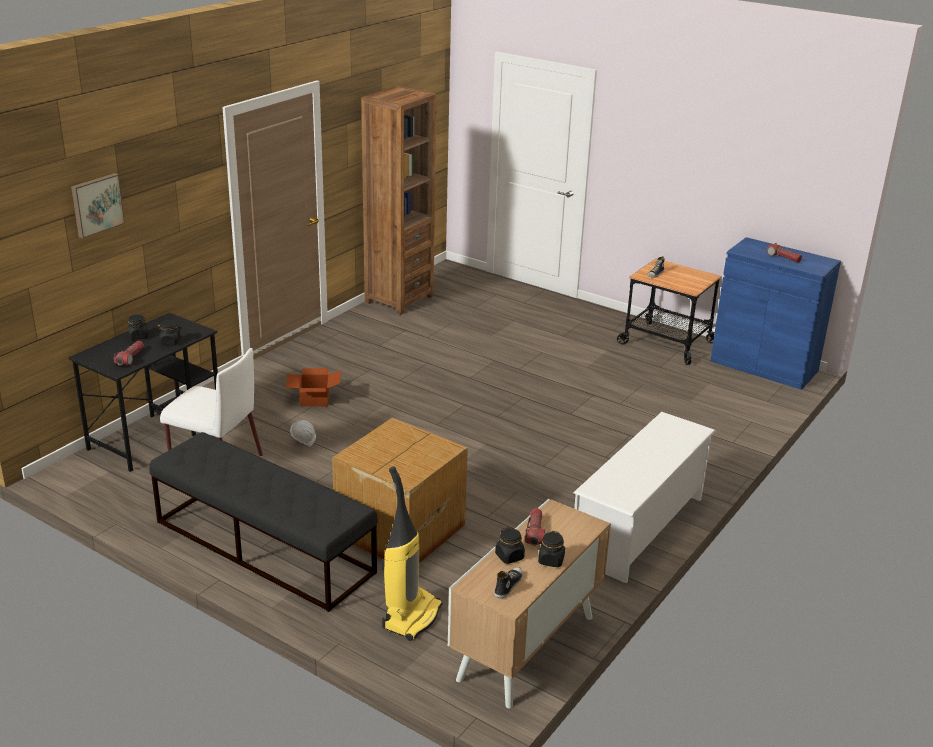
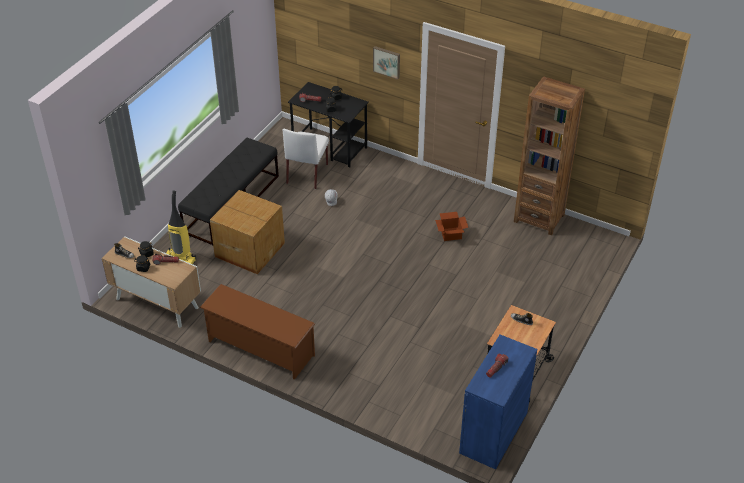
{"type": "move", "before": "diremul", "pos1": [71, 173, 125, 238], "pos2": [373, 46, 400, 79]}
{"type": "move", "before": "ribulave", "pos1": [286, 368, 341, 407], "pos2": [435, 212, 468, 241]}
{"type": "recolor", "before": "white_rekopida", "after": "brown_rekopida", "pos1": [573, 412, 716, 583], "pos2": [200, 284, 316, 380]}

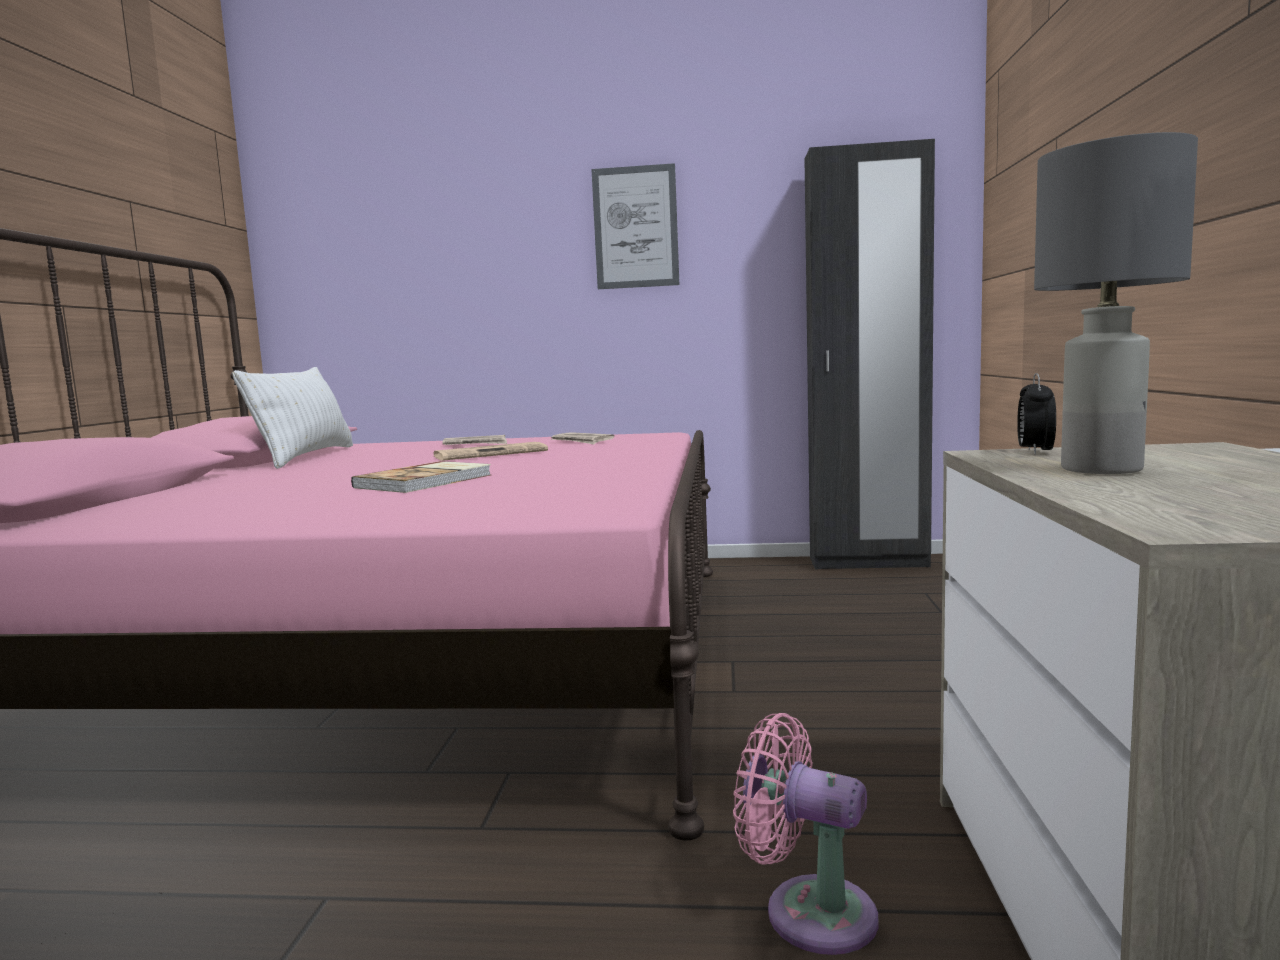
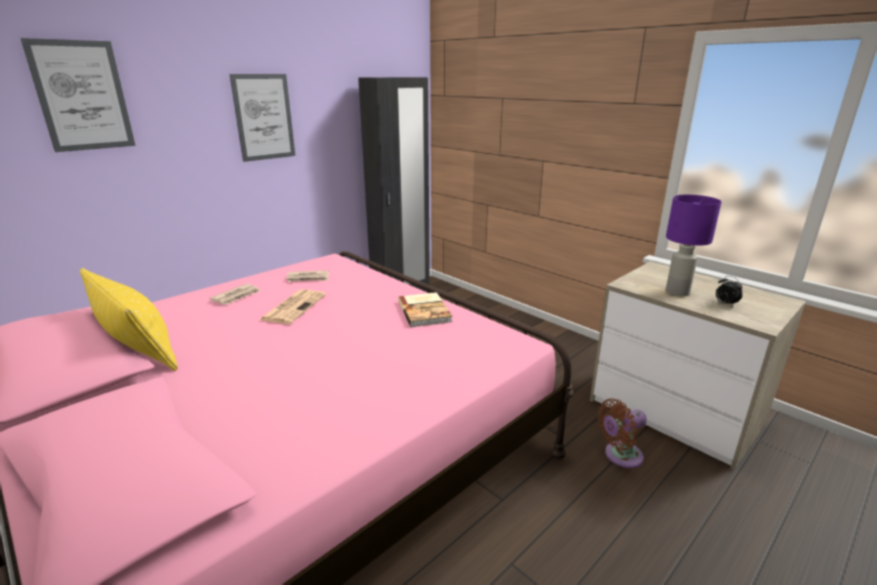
{"type": "recolor", "before": "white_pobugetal", "after": "yellow_pobugetal", "pos1": [233, 367, 353, 469], "pos2": [80, 268, 178, 371]}
{"type": "move", "before": "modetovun", "pos1": [351, 461, 491, 493], "pos2": [398, 292, 453, 327]}
{"type": "recolor", "before": "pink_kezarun", "after": "brown_kezarun", "pos1": [733, 713, 878, 955], "pos2": [598, 399, 647, 468]}
{"type": "move", "before": "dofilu", "pos1": [1017, 373, 1056, 455], "pos2": [716, 276, 743, 307]}
{"type": "recolor", "before": "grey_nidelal", "after": "purple_nidelal", "pos1": [1034, 132, 1198, 474], "pos2": [666, 195, 722, 296]}
{"type": "insert", "after": "diremul", "pos2": [20, 38, 135, 152]}

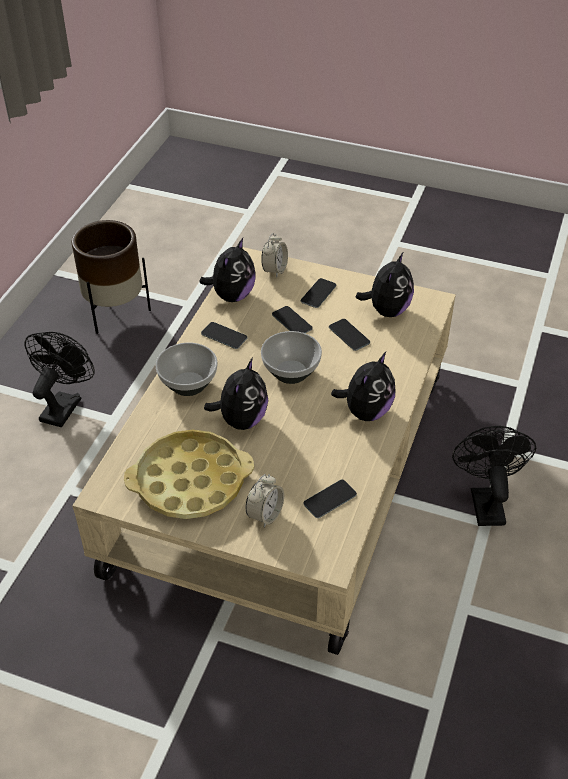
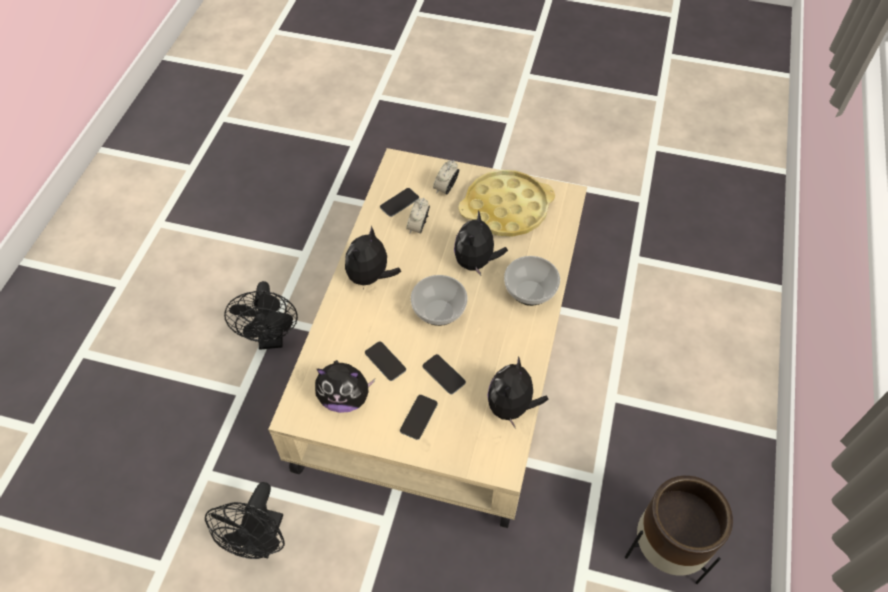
{"type": "move", "before": "black_kezarun", "pos1": [24, 332, 95, 427], "pos2": [205, 482, 285, 559]}
{"type": "delete", "before": "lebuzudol", "pos1": [201, 322, 247, 349]}
{"type": "move", "before": "dofilu", "pos1": [261, 233, 288, 278], "pos2": [406, 198, 430, 234]}
{"type": "rotate", "before": "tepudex", "pos1": [355, 251, 414, 317], "pos2": [315, 360, 375, 413], "turn": -105}

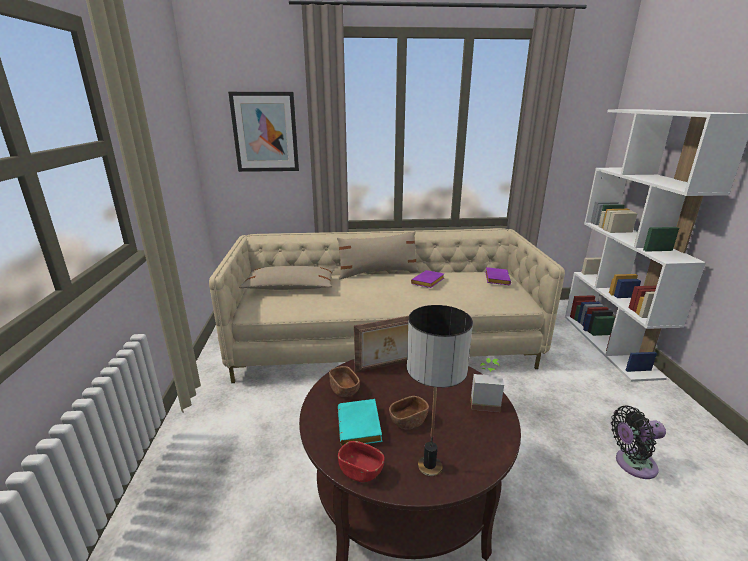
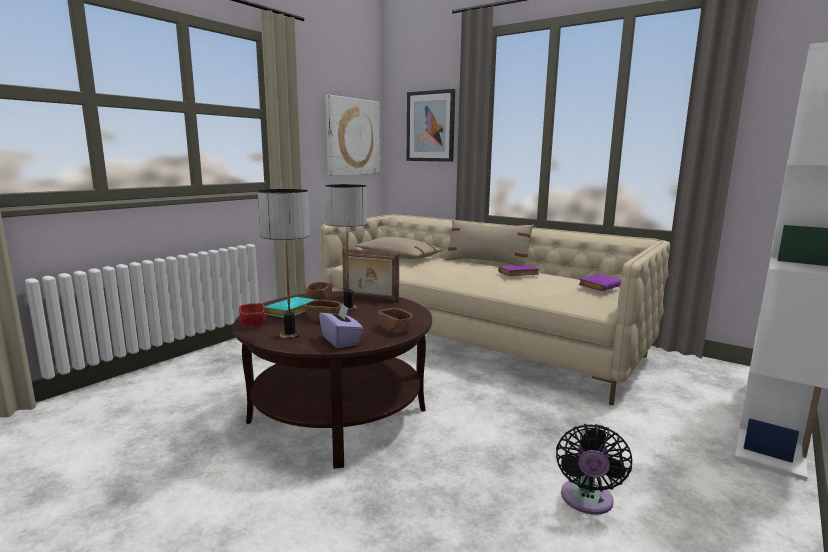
{"type": "replace", "before": "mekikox", "after": "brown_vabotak", "pos1": [471, 358, 504, 412], "pos2": [378, 308, 413, 333]}
{"type": "rotate", "before": "black_kezarun", "pos1": [611, 406, 666, 479], "pos2": [556, 424, 632, 515], "turn": -105}
{"type": "insert", "after": "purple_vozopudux", "pos2": [319, 304, 363, 348]}
{"type": "insert", "after": "diremul", "pos2": [325, 95, 380, 176]}
{"type": "insert", "after": "nidelal", "pos2": [325, 184, 367, 312]}

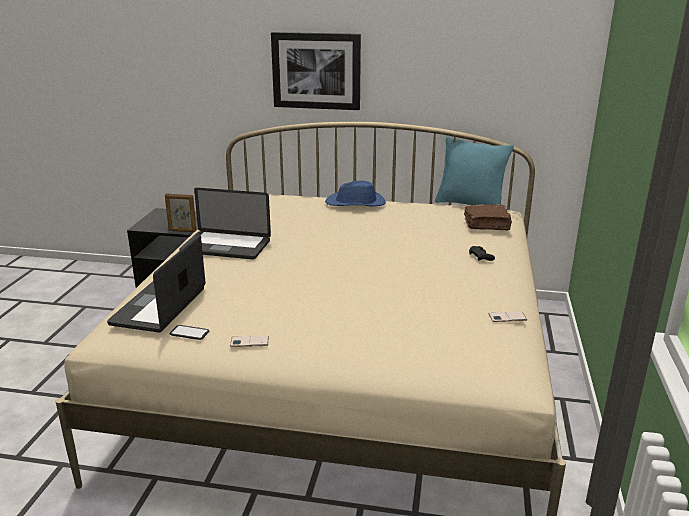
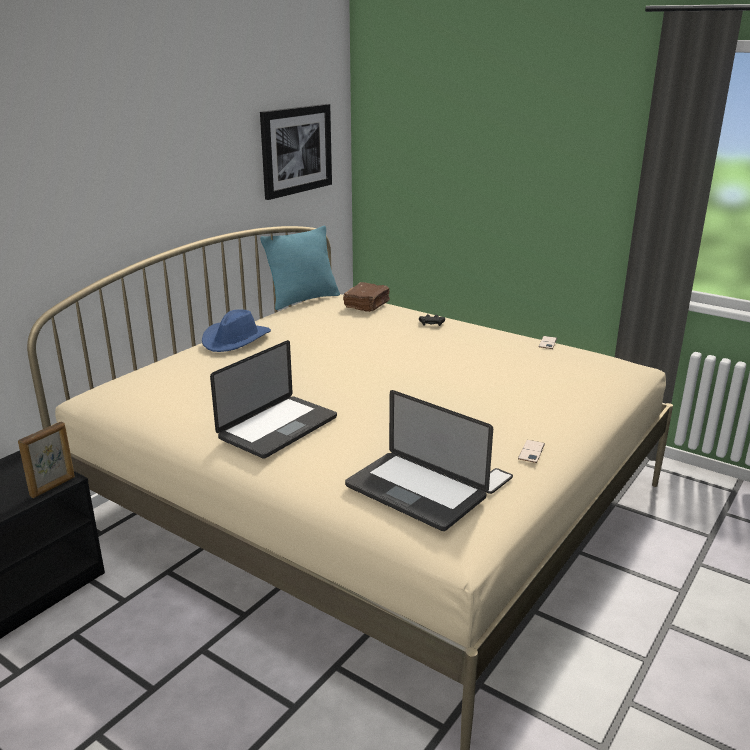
{"type": "move", "before": "diremul", "pos1": [271, 32, 361, 110], "pos2": [260, 104, 332, 200]}

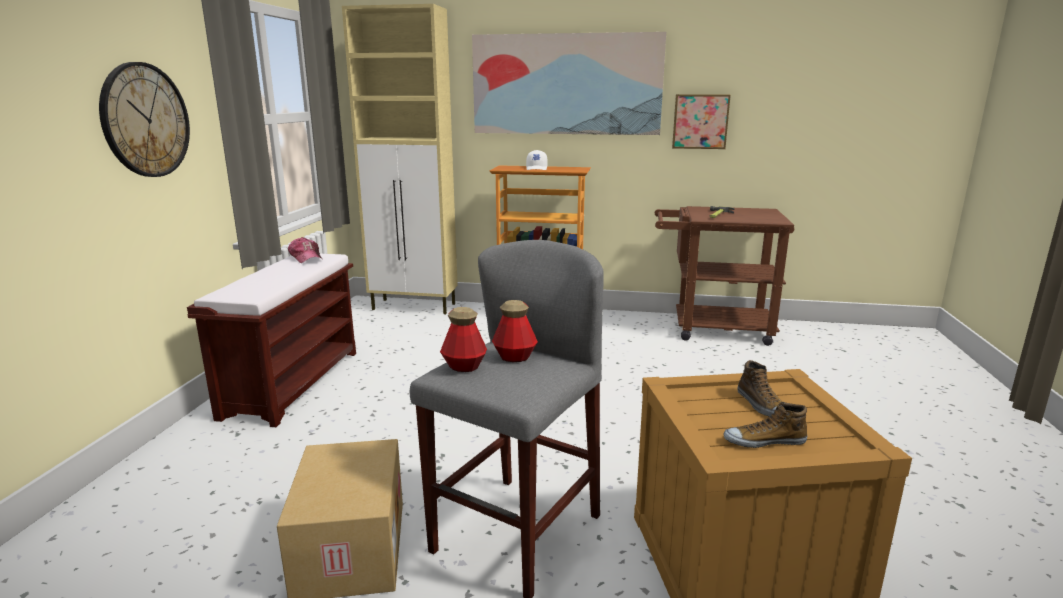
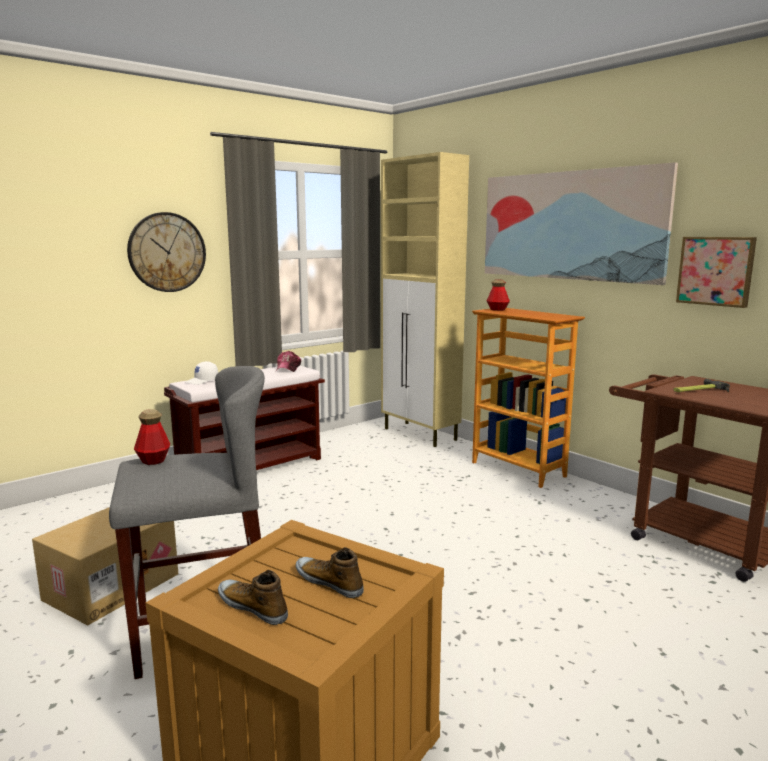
{"type": "move", "before": "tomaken", "pos1": [492, 300, 538, 362], "pos2": [487, 280, 510, 311]}
{"type": "move", "before": "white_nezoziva", "pos1": [526, 150, 548, 170], "pos2": [185, 361, 218, 385]}
{"type": "rotate", "before": "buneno", "pos1": [738, 360, 783, 417], "pos2": [296, 547, 364, 598], "turn": 105}

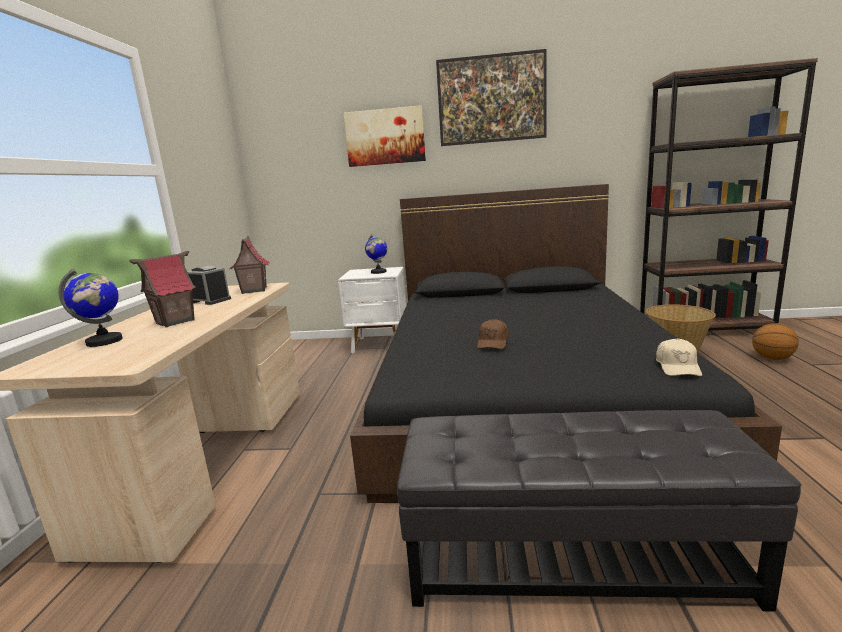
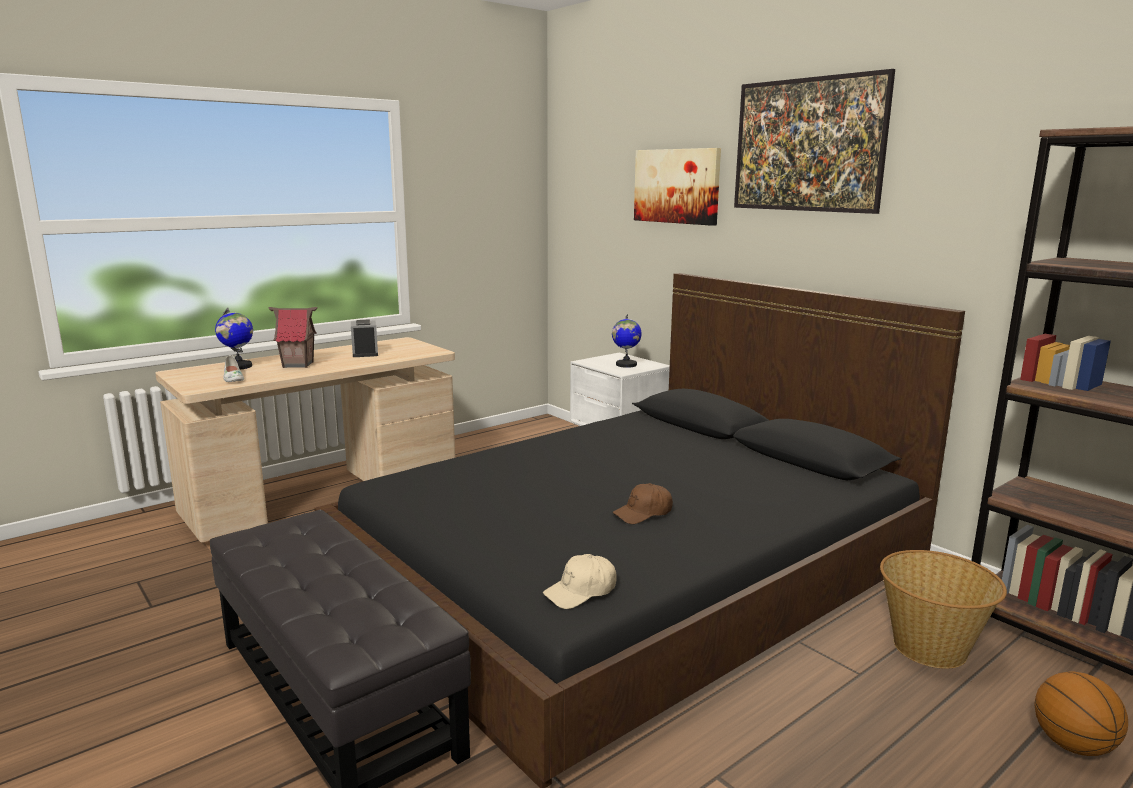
{"type": "delete", "before": "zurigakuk", "pos1": [230, 236, 269, 294]}
{"type": "move", "before": "brown_nezoziva", "pos1": [477, 319, 509, 349], "pos2": [612, 483, 673, 524]}
{"type": "insert", "after": "white_buneno", "pos2": [223, 355, 244, 382]}

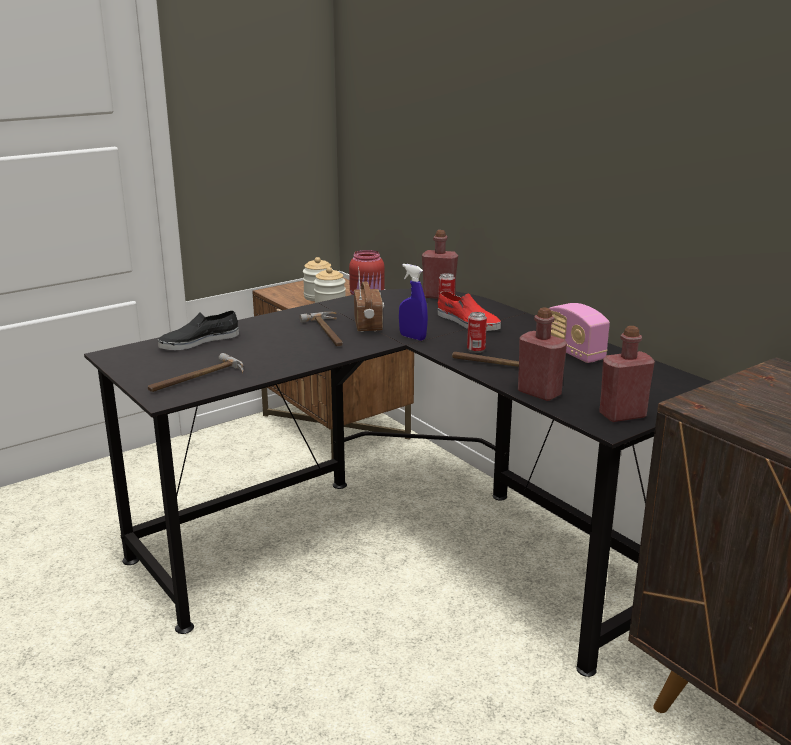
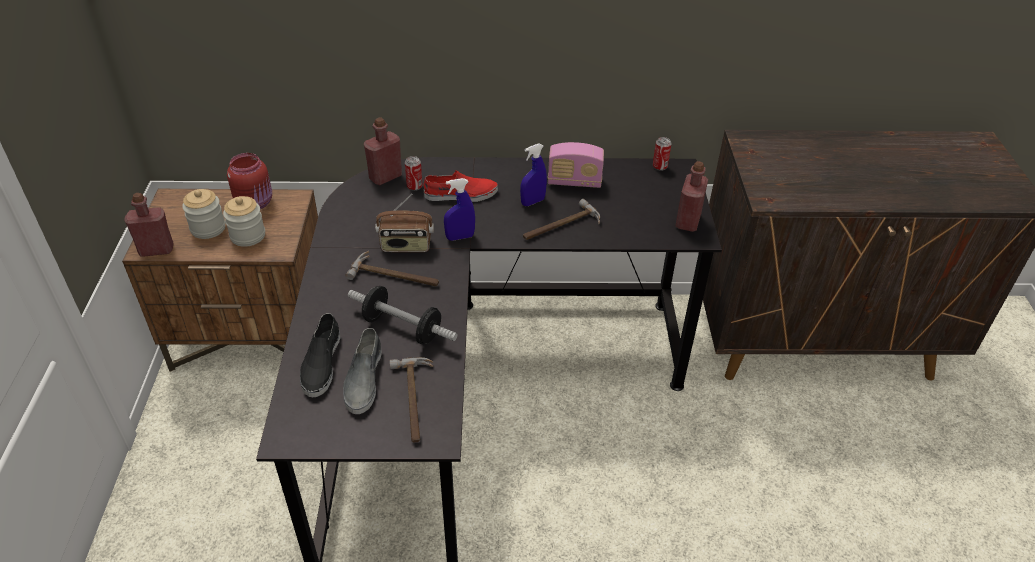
{"type": "rotate", "before": "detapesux", "pos1": [354, 267, 384, 332], "pos2": [375, 194, 434, 252], "turn": 150}
{"type": "move", "before": "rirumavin", "pos1": [467, 312, 487, 353], "pos2": [653, 137, 671, 171]}
{"type": "move", "before": "red_tomaken", "pos1": [518, 308, 567, 401], "pos2": [124, 193, 174, 257]}
{"type": "insert", "after": "grey_buneno", "pos2": [343, 328, 382, 414]}
{"type": "insert", "after": "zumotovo", "pos2": [348, 286, 458, 344]}
{"type": "insert", "after": "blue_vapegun", "pos2": [520, 143, 547, 206]}

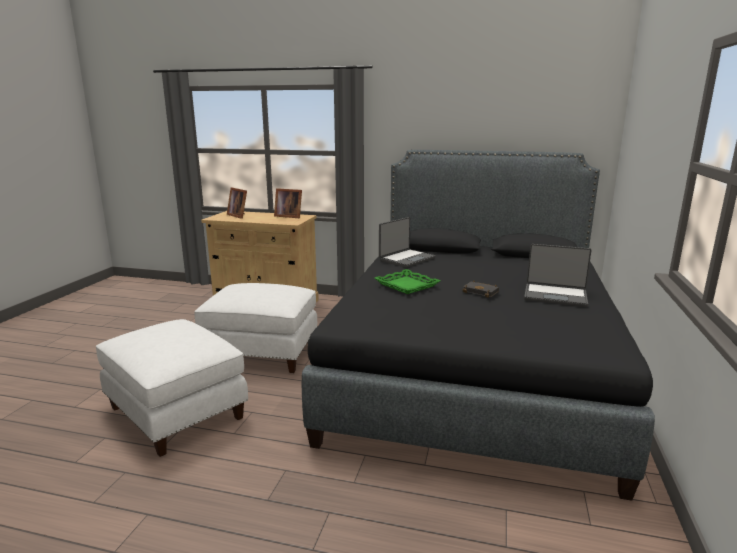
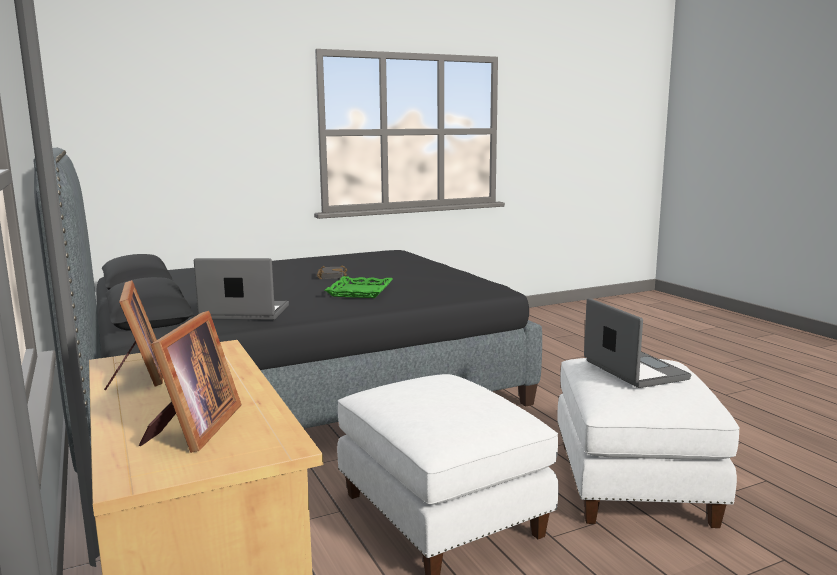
{"type": "move", "before": "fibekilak", "pos1": [524, 244, 591, 307], "pos2": [584, 298, 691, 388]}

